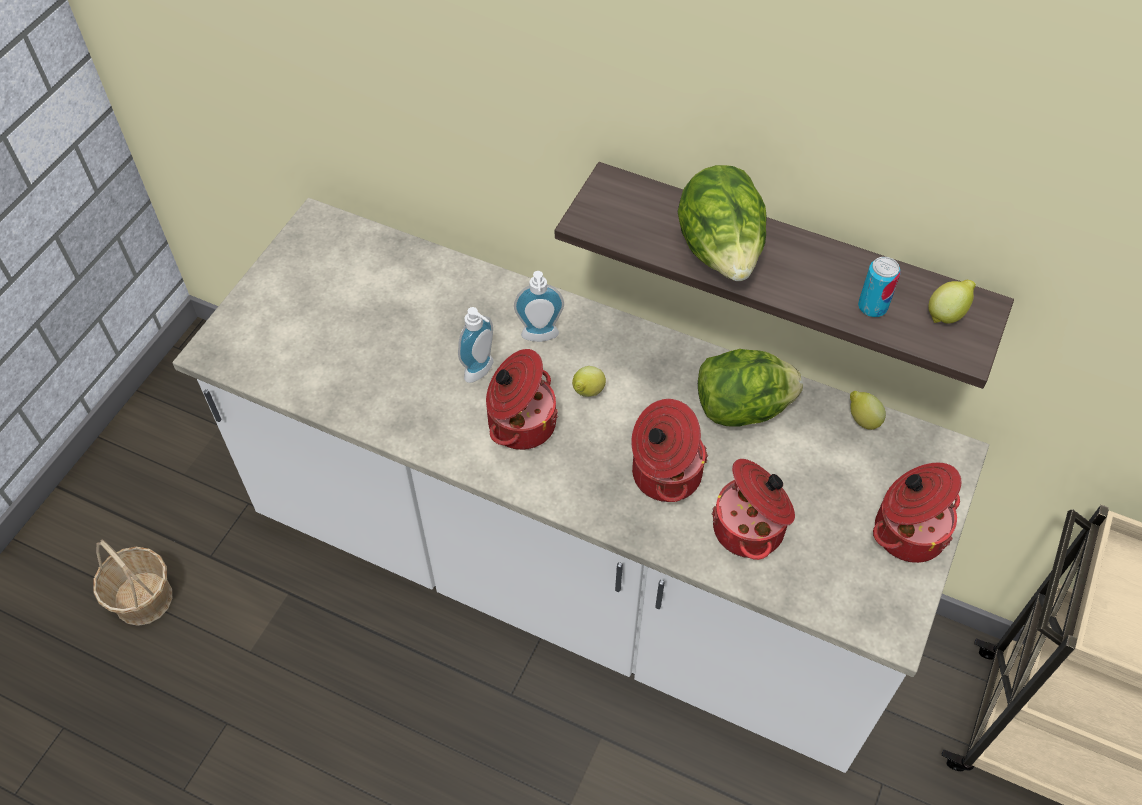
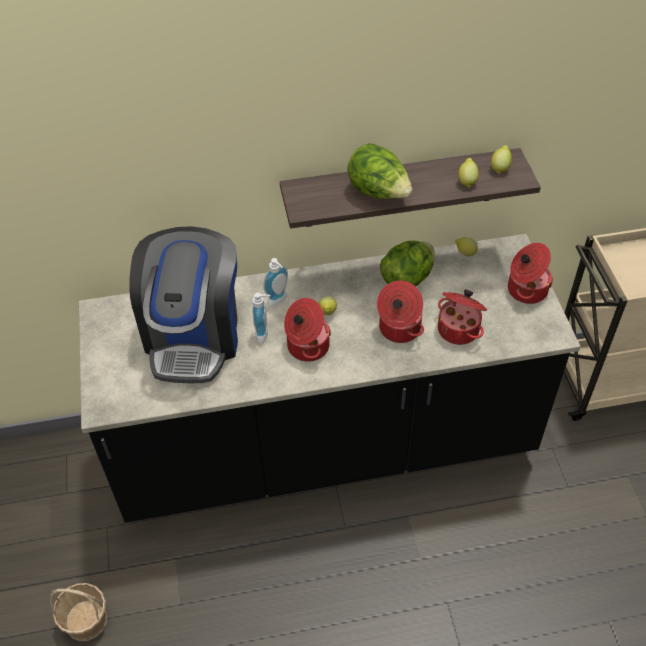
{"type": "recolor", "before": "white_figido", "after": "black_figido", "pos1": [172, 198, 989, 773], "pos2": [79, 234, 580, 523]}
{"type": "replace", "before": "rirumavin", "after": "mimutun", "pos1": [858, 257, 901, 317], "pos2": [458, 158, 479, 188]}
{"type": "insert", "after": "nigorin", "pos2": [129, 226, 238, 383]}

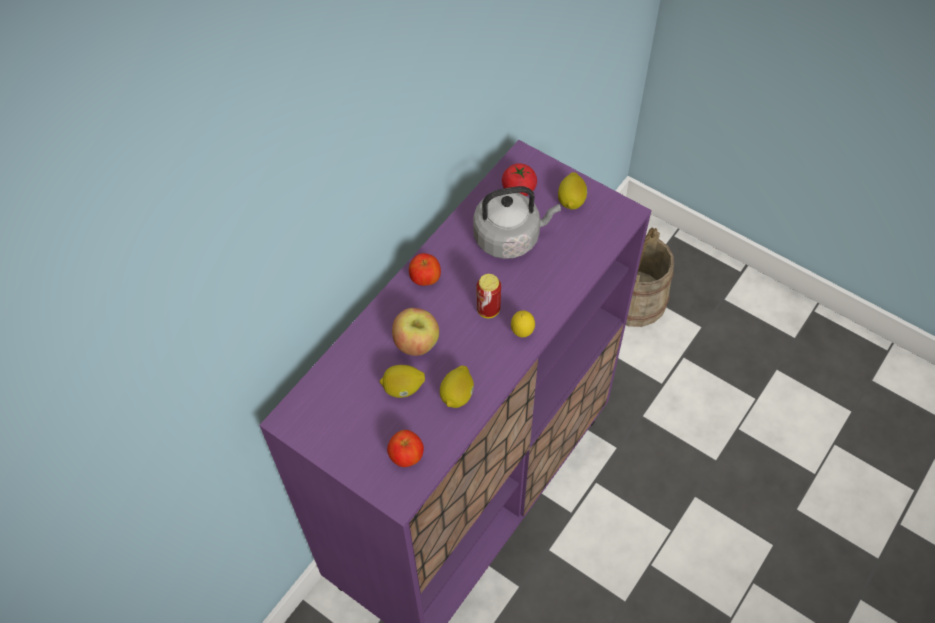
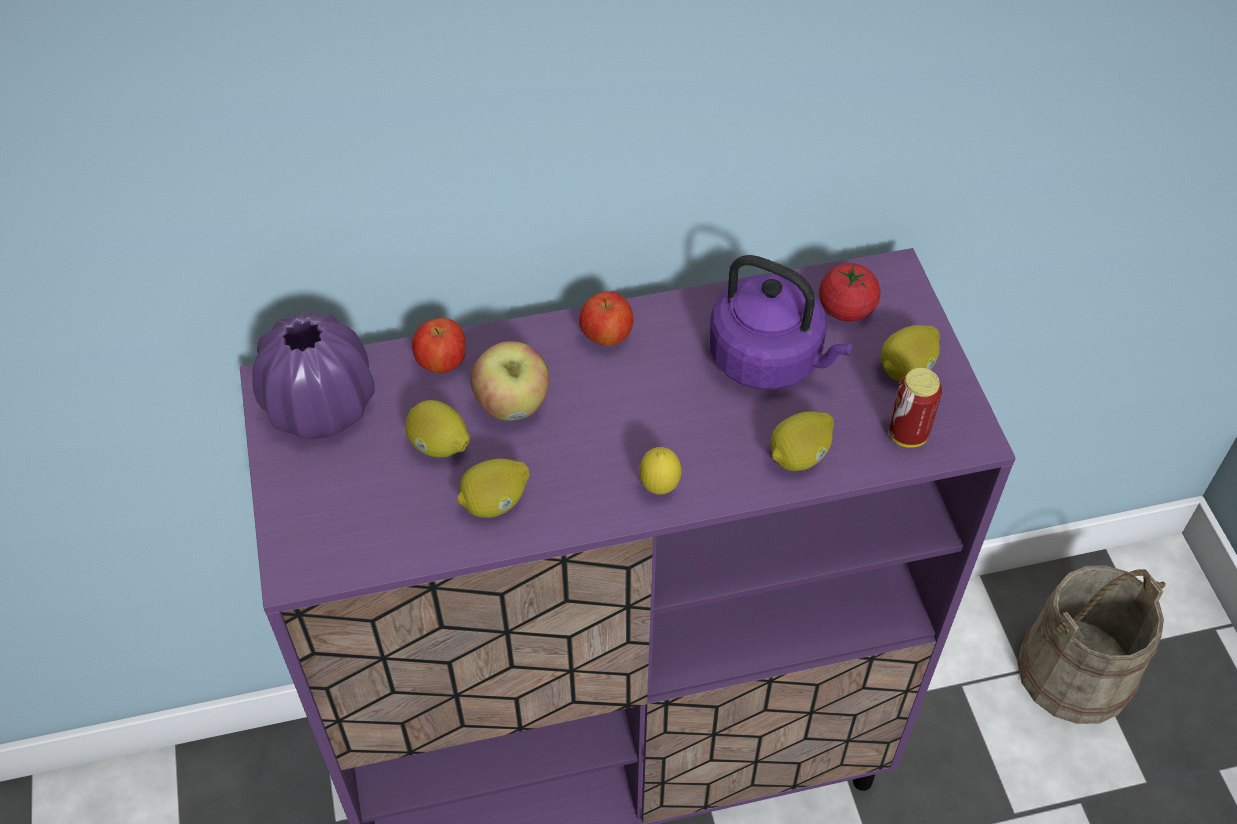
{"type": "move", "before": "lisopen", "pos1": [387, 430, 424, 467], "pos2": [412, 318, 466, 373]}
{"type": "recolor", "before": "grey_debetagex", "after": "purple_debetagex", "pos1": [473, 186, 561, 259], "pos2": [709, 255, 853, 390]}
{"type": "move", "before": "rirumavin", "pos1": [477, 274, 501, 318], "pos2": [889, 368, 942, 448]}
{"type": "insert", "after": "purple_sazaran", "pos2": [252, 312, 375, 439]}
{"type": "insert", "after": "mimutun", "pos2": [770, 412, 834, 471]}

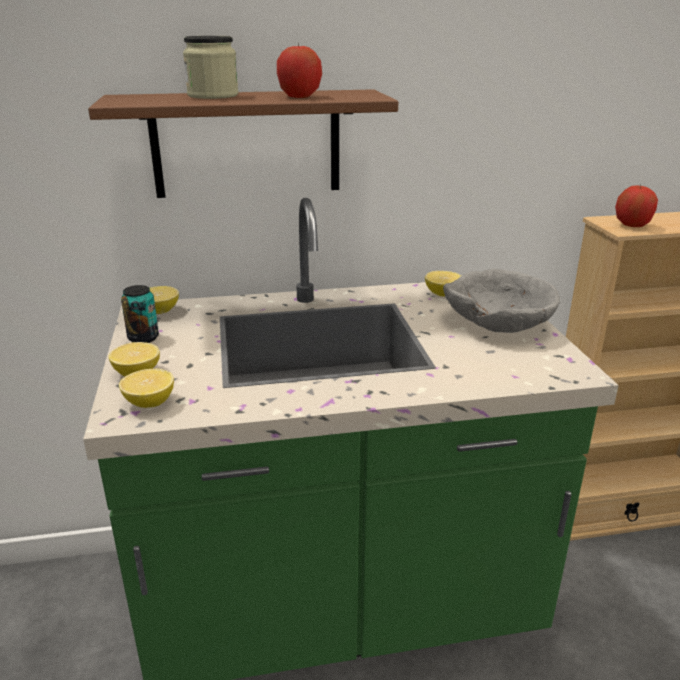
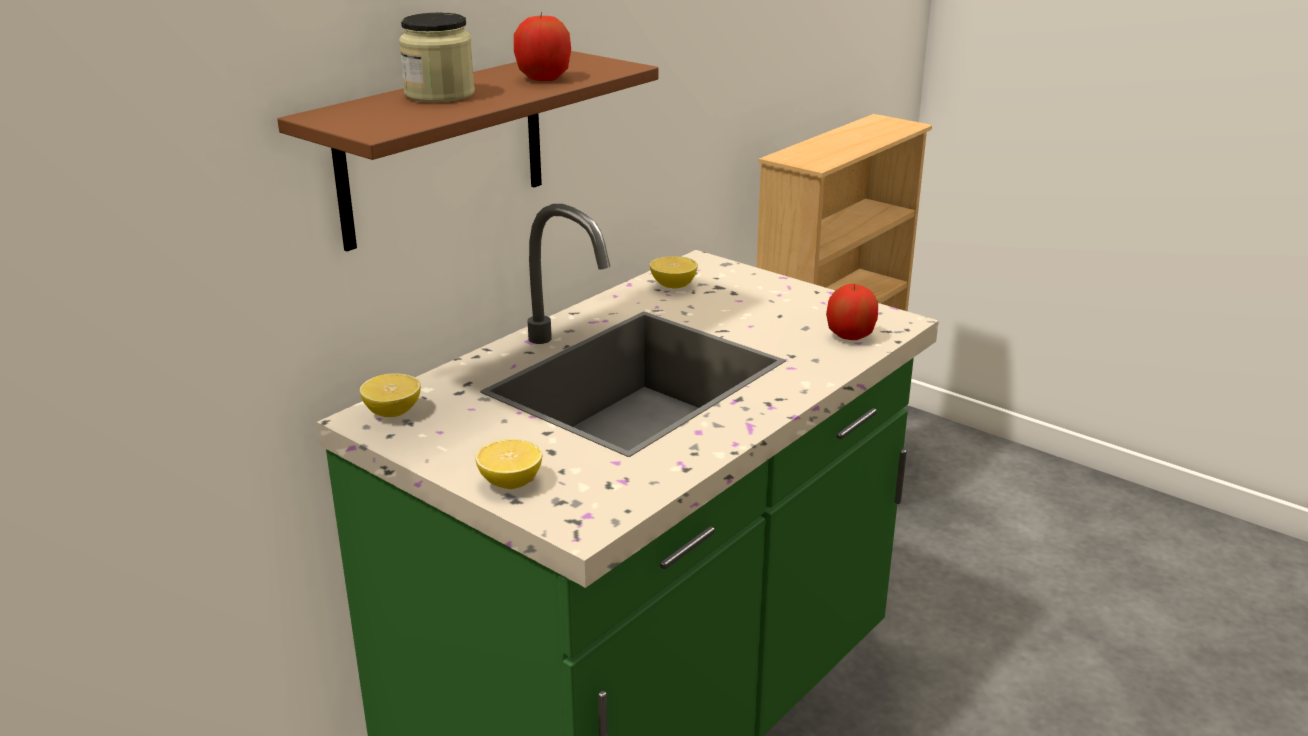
{"type": "delete", "before": "mimutun", "pos1": [119, 368, 174, 408]}
{"type": "delete", "before": "rirumavin", "pos1": [121, 285, 159, 343]}
{"type": "delete", "before": "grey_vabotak", "pos1": [443, 269, 560, 333]}
{"type": "move", "before": "lisopen", "pos1": [615, 185, 658, 227], "pos2": [826, 284, 878, 340]}

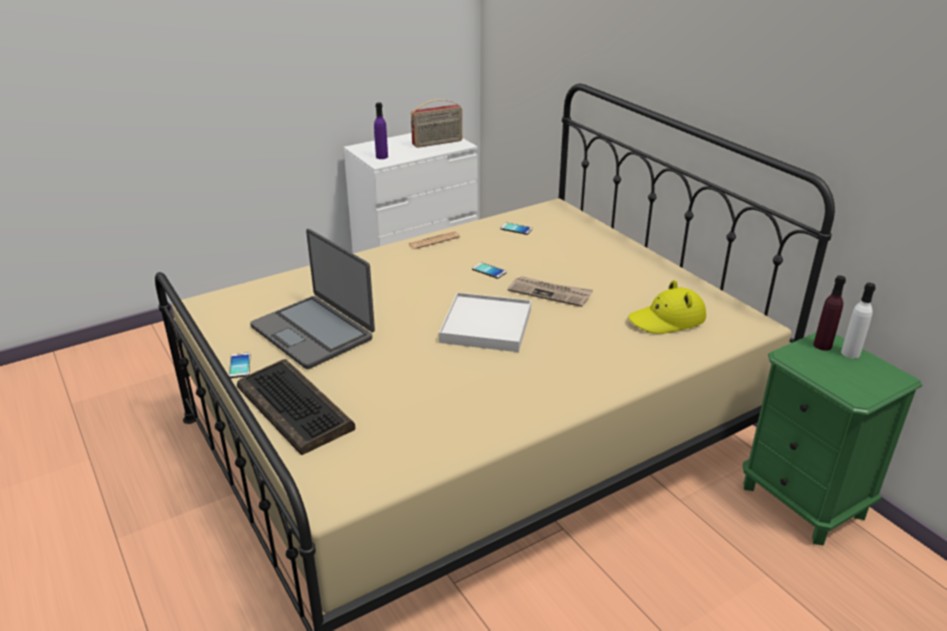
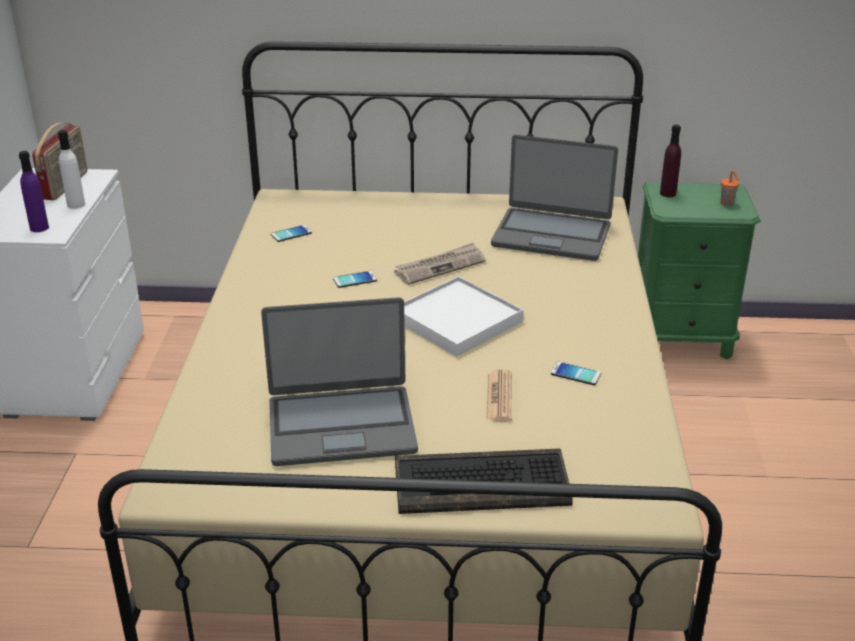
{"type": "move", "before": "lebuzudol", "pos1": [229, 352, 250, 378], "pos2": [551, 362, 601, 385]}
{"type": "move", "before": "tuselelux", "pos1": [409, 231, 460, 249], "pos2": [486, 370, 512, 422]}
{"type": "replace", "before": "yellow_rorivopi", "after": "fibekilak", "pos1": [628, 280, 706, 334], "pos2": [491, 135, 618, 261]}
{"type": "move", "before": "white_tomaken", "pos1": [841, 283, 876, 359], "pos2": [58, 130, 85, 209]}
{"type": "insert", "after": "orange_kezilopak", "pos2": [720, 171, 739, 206]}

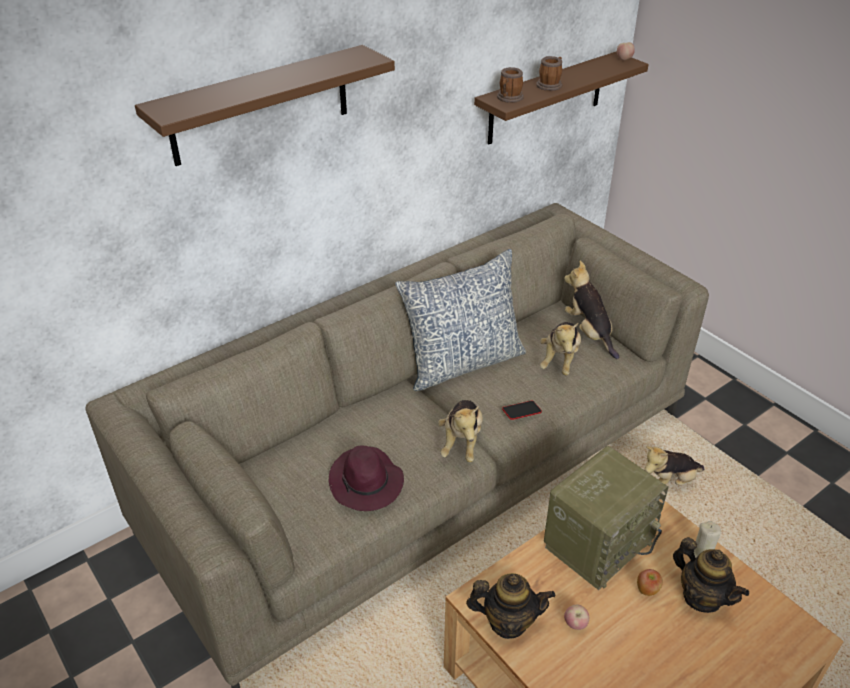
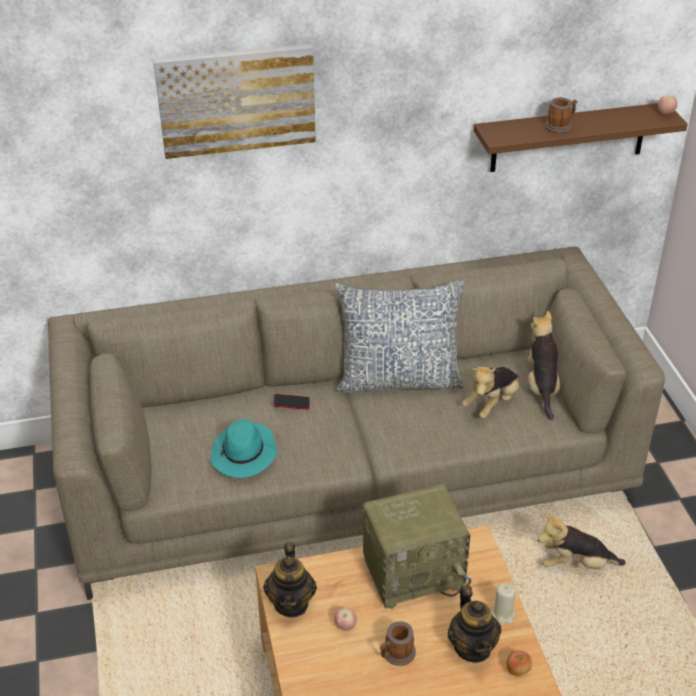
{"type": "replace", "before": "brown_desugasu", "after": "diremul", "pos1": [135, 45, 395, 166], "pos2": [153, 44, 316, 159]}
{"type": "recolor", "before": "purple_rorivopi", "after": "turquoise_rorivopi", "pos1": [328, 446, 404, 511], "pos2": [210, 419, 277, 478]}
{"type": "delete", "before": "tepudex", "pos1": [438, 400, 483, 462]}
{"type": "rotate", "before": "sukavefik", "pos1": [466, 573, 555, 639], "pos2": [263, 542, 317, 618], "turn": 60}
{"type": "move", "before": "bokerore", "pos1": [497, 67, 524, 103], "pos2": [380, 621, 416, 666]}
{"type": "move", "before": "lebuzudol", "pos1": [502, 401, 542, 420], "pos2": [274, 394, 310, 410]}
{"type": "move", "before": "lisopen", "pos1": [637, 569, 663, 596], "pos2": [507, 650, 532, 677]}

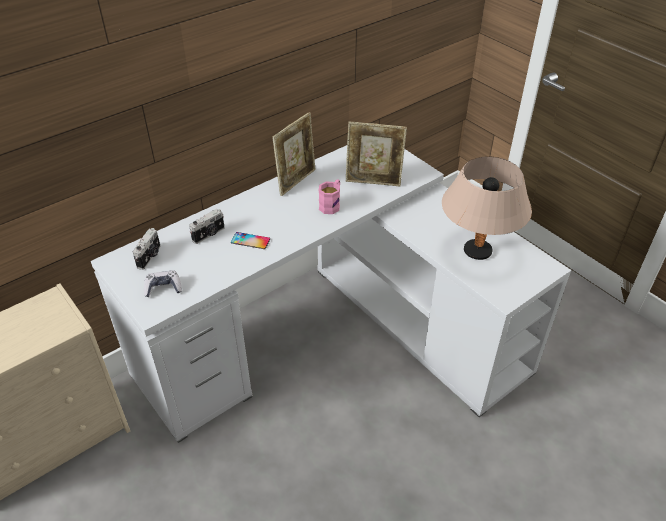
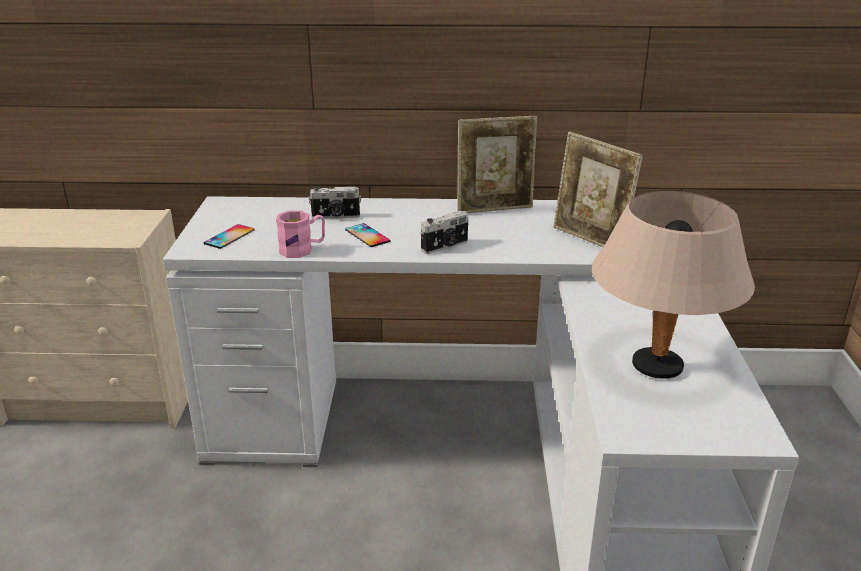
{"type": "move", "before": "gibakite", "pos1": [133, 228, 161, 270], "pos2": [421, 211, 469, 254]}
{"type": "replace", "before": "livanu", "after": "lebuzudol", "pos1": [144, 270, 182, 297], "pos2": [203, 224, 255, 249]}
{"type": "move", "before": "pink_bokerore", "pos1": [319, 179, 340, 214], "pos2": [276, 211, 325, 258]}

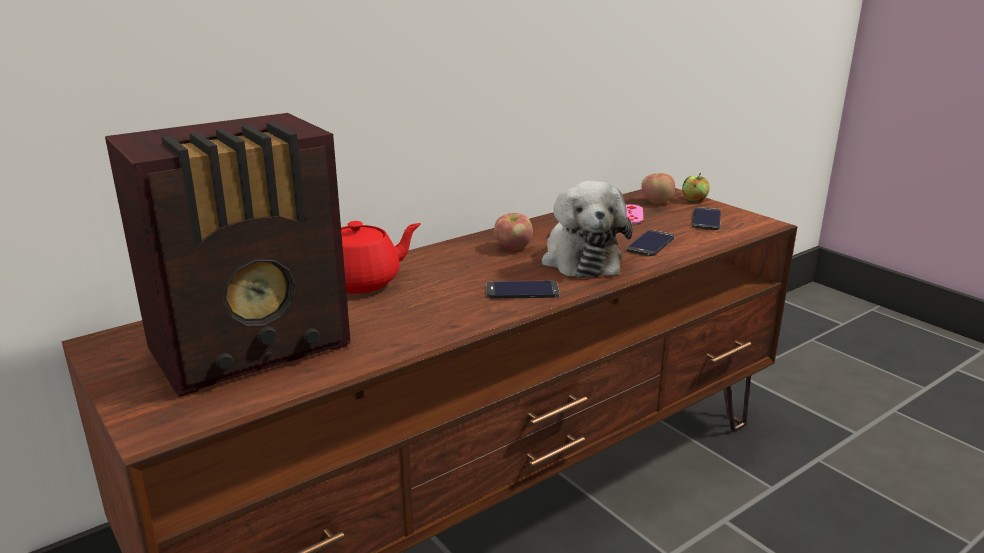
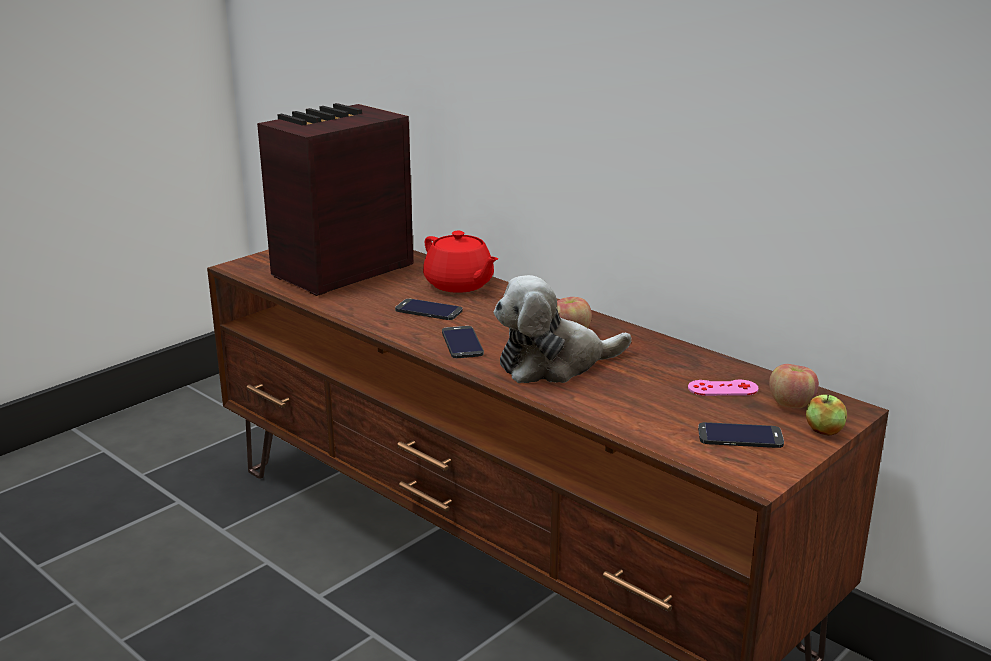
{"type": "rotate", "before": "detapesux", "pos1": [105, 113, 350, 397], "pos2": [257, 103, 413, 296], "turn": 90}
{"type": "move", "before": "lebuzudol", "pos1": [627, 230, 674, 256], "pos2": [395, 299, 462, 320]}

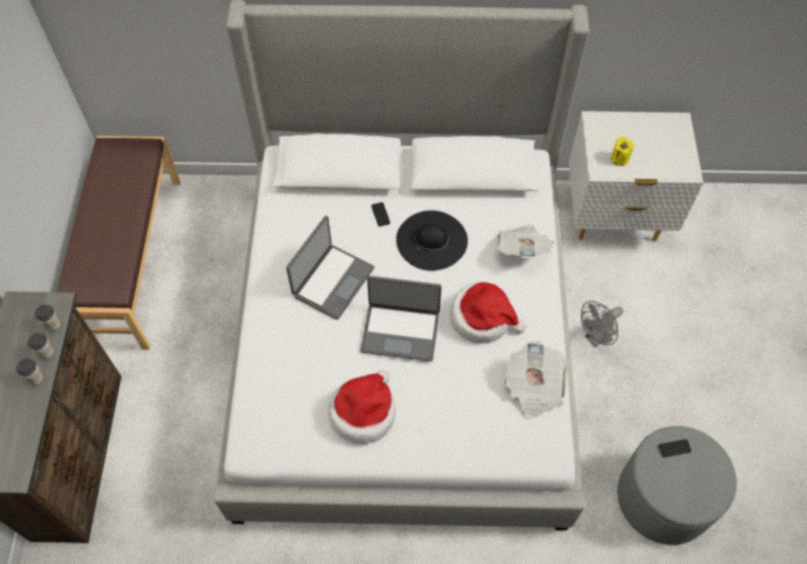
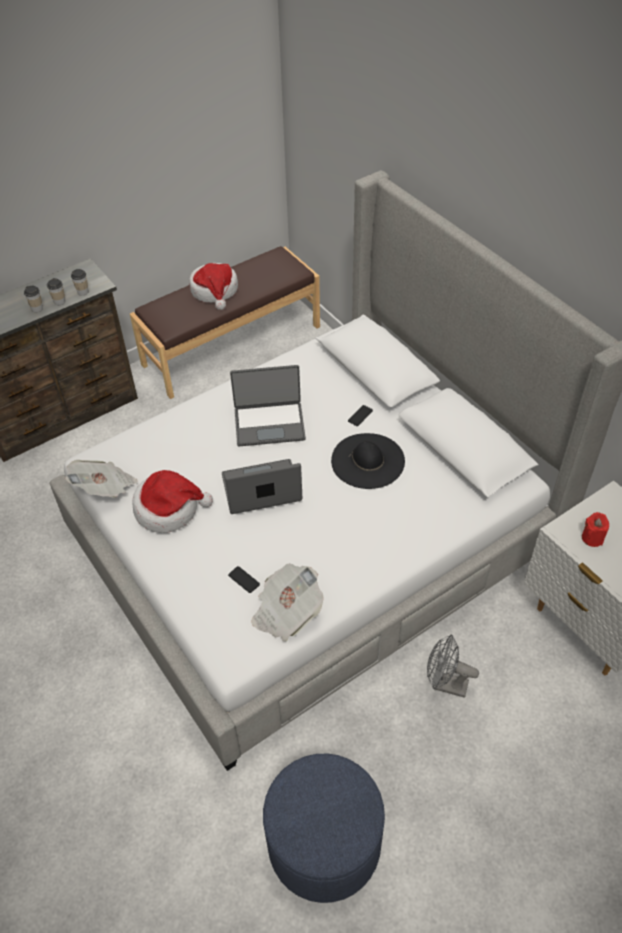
{"type": "rotate", "before": "fibekilak", "pos1": [361, 276, 442, 361], "pos2": [222, 459, 302, 514], "turn": 105}
{"type": "move", "before": "rorivopi", "pos1": [450, 282, 526, 344], "pos2": [189, 263, 238, 310]}
{"type": "move", "before": "tuselelux", "pos1": [496, 225, 554, 259], "pos2": [65, 460, 138, 498]}
{"type": "recolor", "before": "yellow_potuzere", "after": "red_potuzere", "pos1": [611, 136, 634, 166], "pos2": [582, 512, 609, 547]}
{"type": "recolor", "before": "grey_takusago", "after": "blue_takusago", "pos1": [617, 426, 737, 545], "pos2": [263, 753, 385, 903]}
{"type": "move", "before": "lebuzudol", "pos1": [659, 439, 691, 457], "pos2": [228, 566, 260, 593]}

